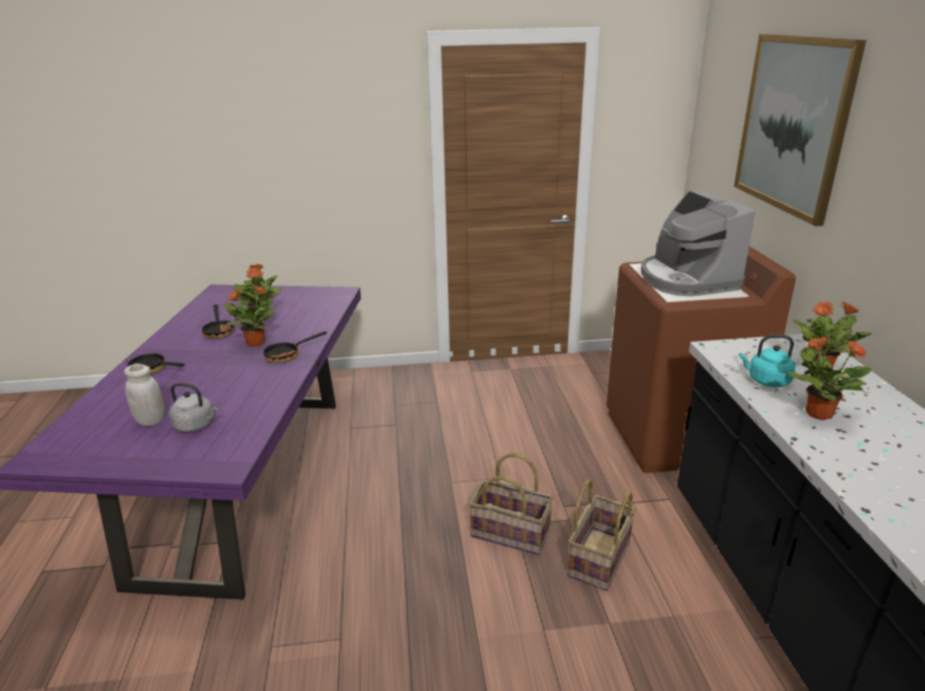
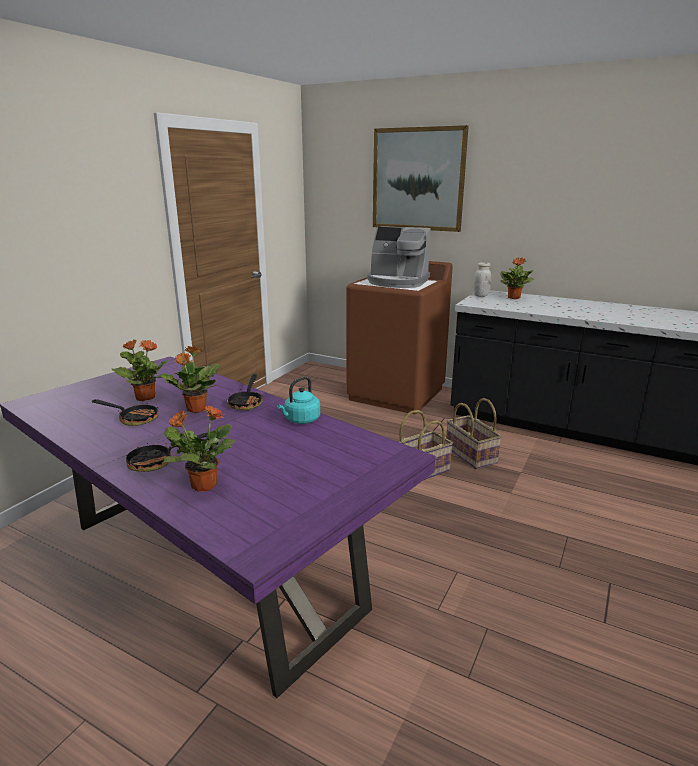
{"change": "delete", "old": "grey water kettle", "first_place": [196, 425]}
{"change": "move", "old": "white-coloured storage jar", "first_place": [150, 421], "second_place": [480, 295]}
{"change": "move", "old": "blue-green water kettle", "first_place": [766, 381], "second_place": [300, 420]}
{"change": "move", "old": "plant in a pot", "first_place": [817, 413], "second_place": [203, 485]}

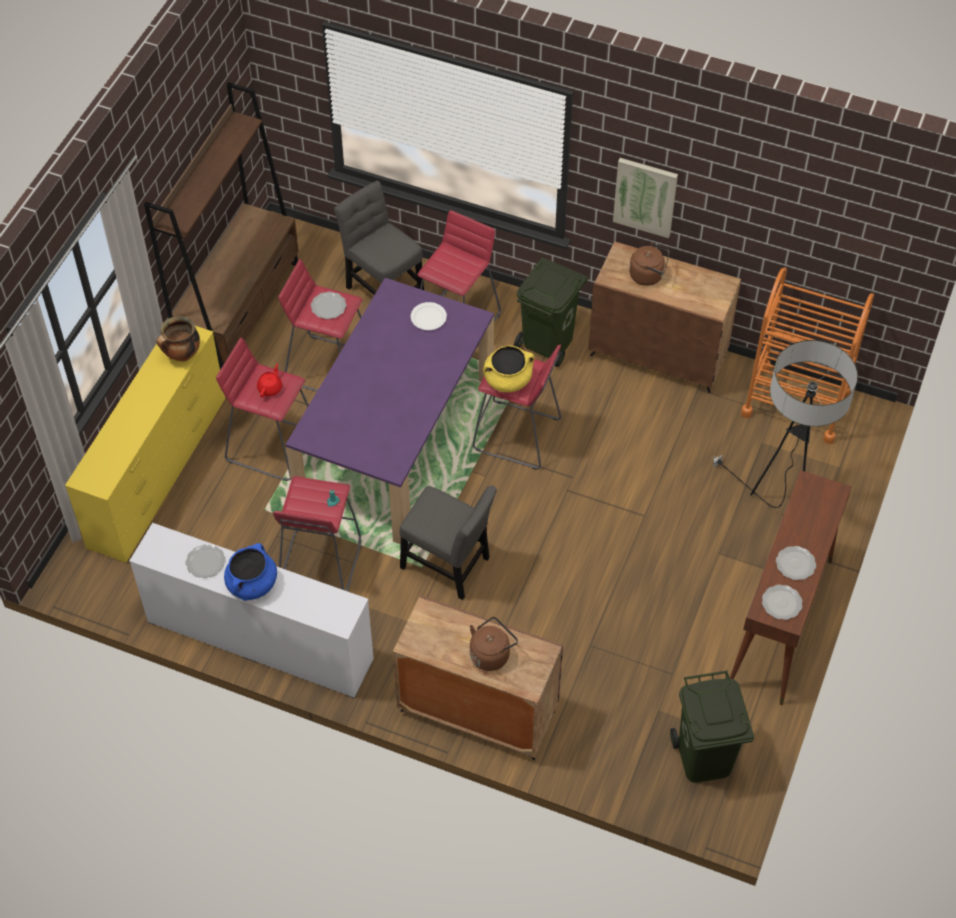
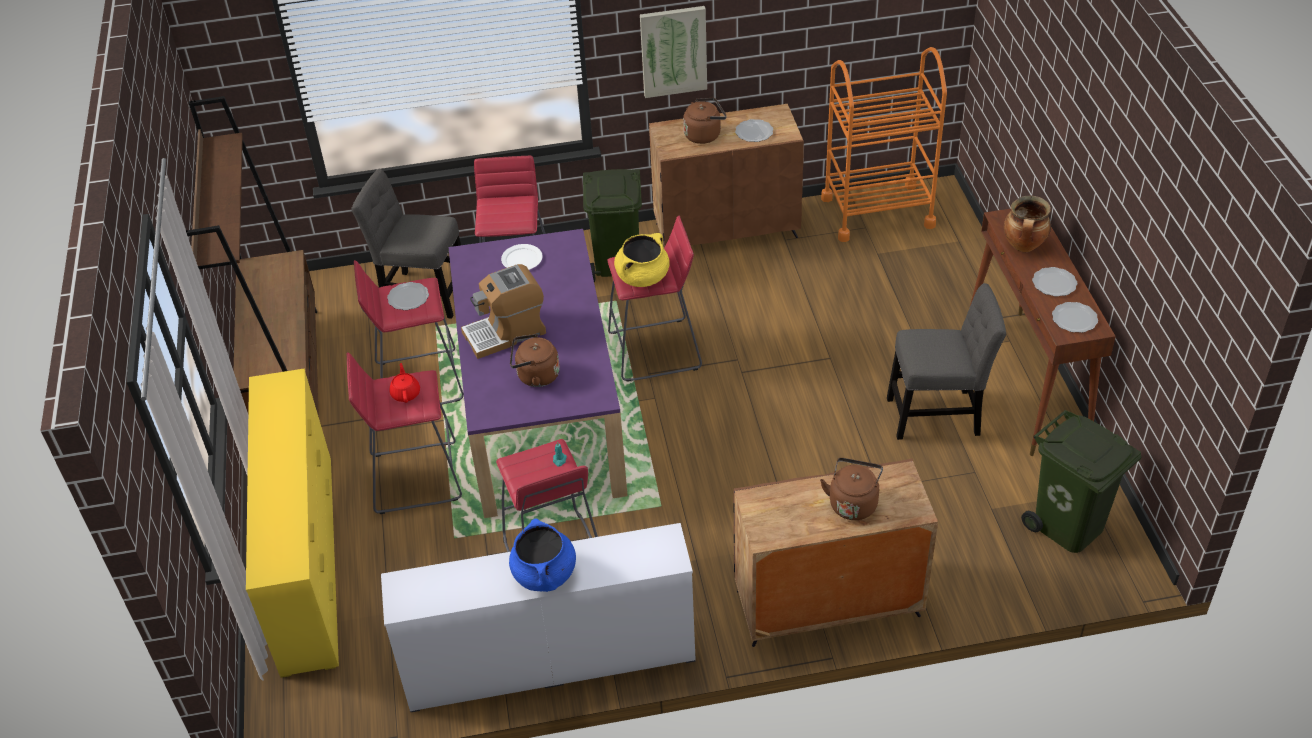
{"change": "delete", "old": "standard lamp", "first_place": [780, 500]}
{"change": "insert", "new": "coffee maker", "second_place": [506, 332]}
{"change": "insert", "new": "brownish water kettle", "second_place": [535, 376]}
{"change": "move", "old": "cooking pot", "first_place": [182, 355], "second_place": [1024, 246]}
{"change": "move", "old": "flat dish", "first_place": [205, 562], "second_place": [753, 132]}
{"change": "move", "old": "grey plain chair", "first_place": [448, 566], "second_place": [938, 415]}

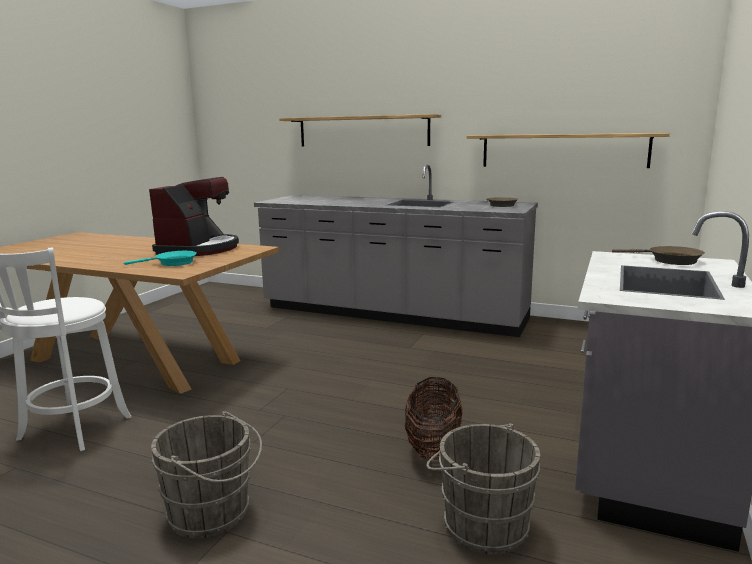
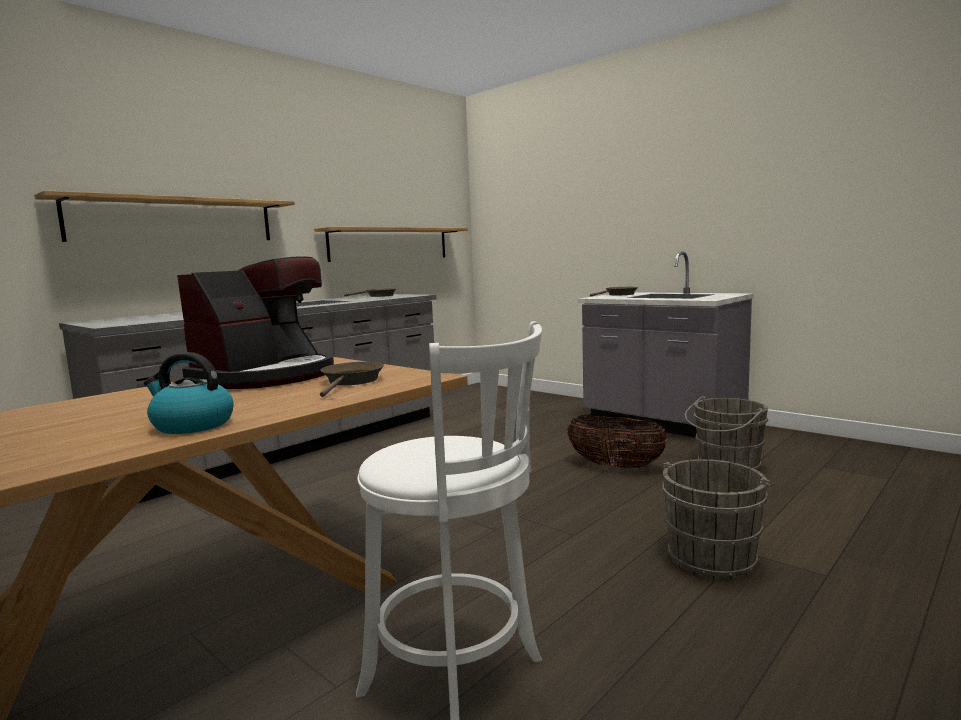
{"change": "insert", "new": "water kettle", "second_place": [191, 425]}
{"change": "recolor", "old": "blue-green pan", "new": "brownish pan", "first_place": [172, 263], "second_place": [352, 382]}
{"change": "rotate", "old": "coffee maker", "first_place": [199, 249], "second_place": [266, 377], "degrees": 90}

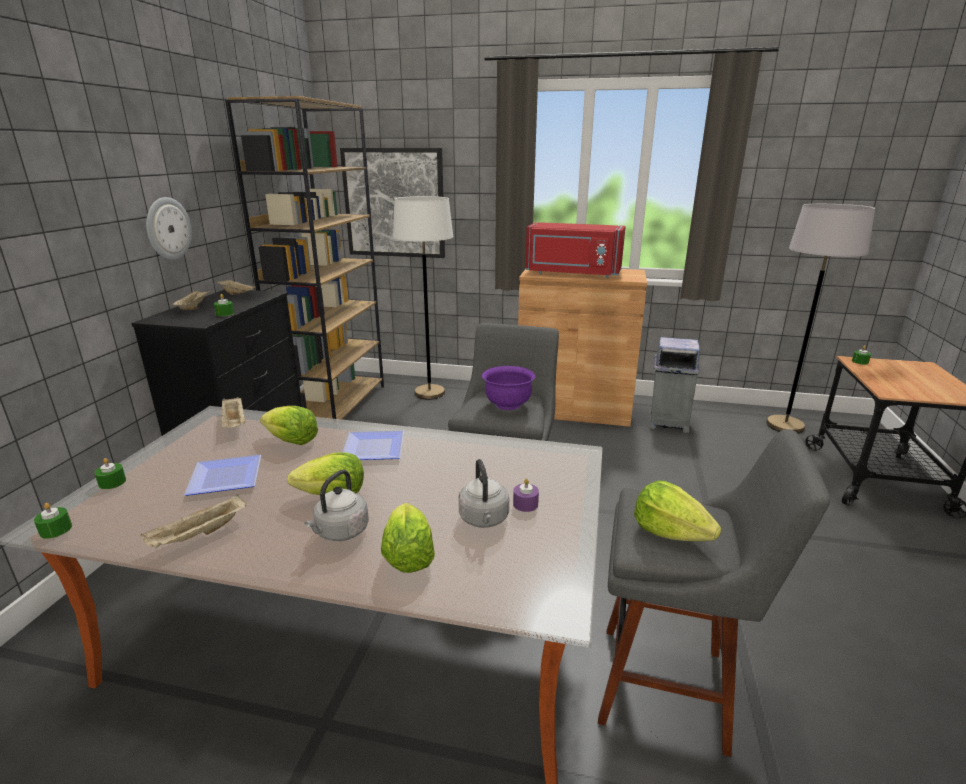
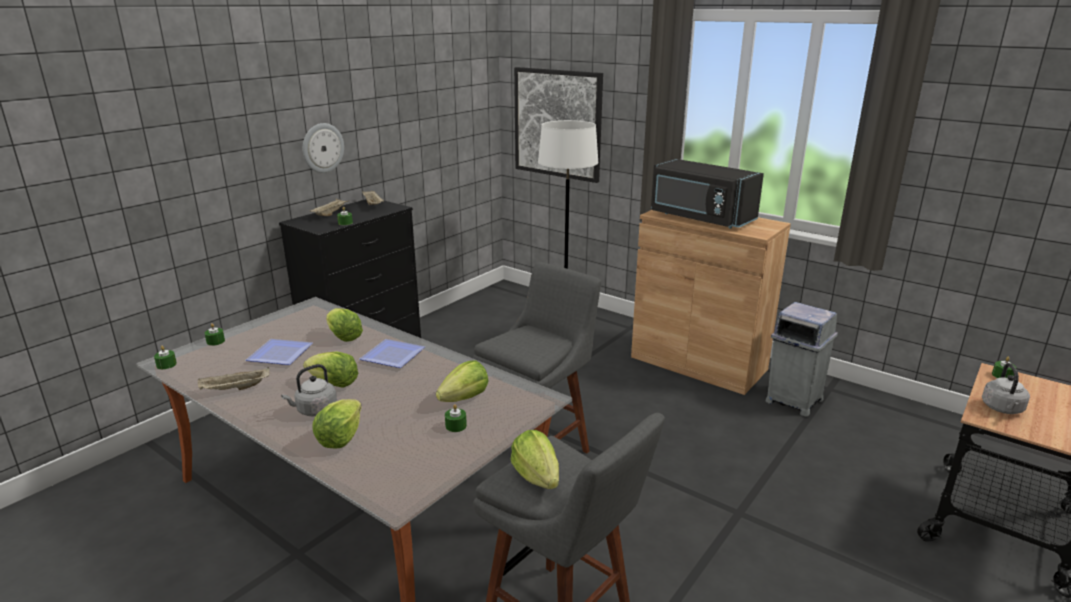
{"change": "delete", "old": "sand-coloured carrying tray", "first_place": [235, 423]}
{"change": "delete", "old": "brownish shelving unit", "first_place": [335, 405]}
{"change": "delete", "old": "purplish bowl", "first_place": [507, 405]}
{"change": "delete", "old": "grey standard lamp", "first_place": [785, 426]}
{"change": "insert", "new": "head of lettuce", "second_place": [464, 398]}
{"change": "move", "old": "grey water kettle", "first_place": [484, 520], "second_place": [1002, 409]}
{"change": "recolor", "old": "purplish candle", "new": "greenish candle", "first_place": [525, 504], "second_place": [456, 426]}
{"change": "recolor", "old": "red microwave oven", "new": "black microwave oven", "first_place": [572, 273], "second_place": [699, 218]}

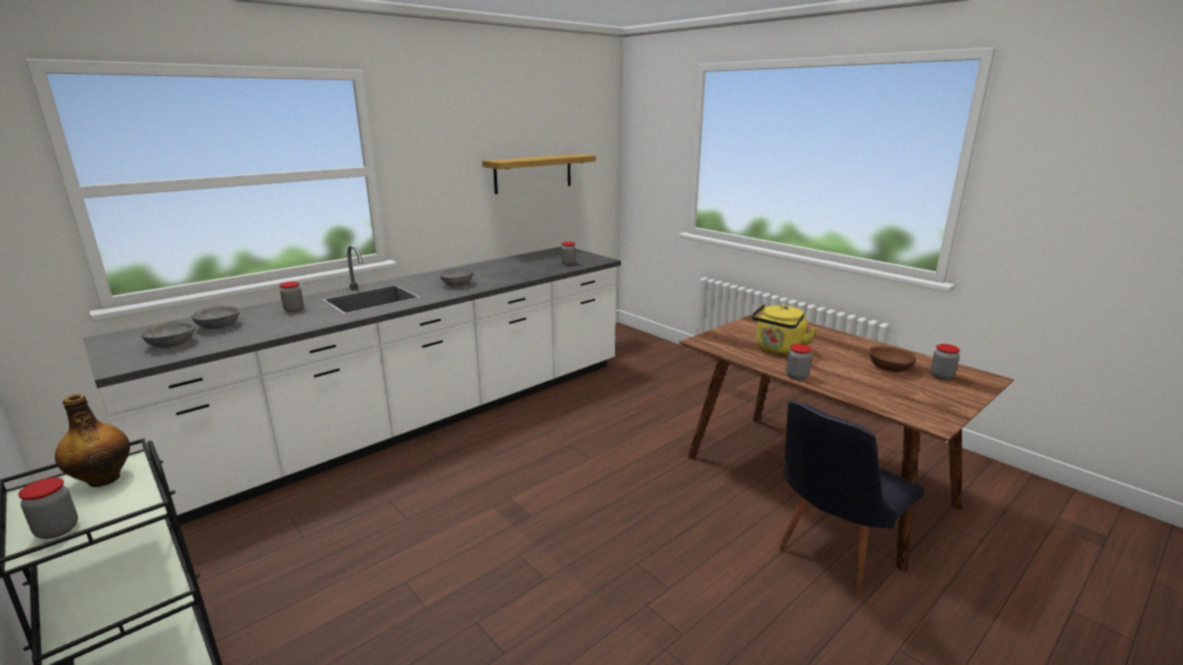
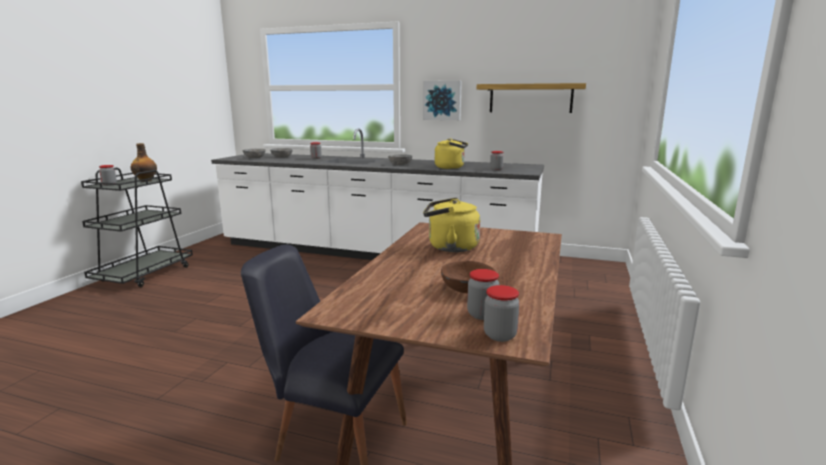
{"change": "insert", "new": "wall art", "second_place": [442, 100]}
{"change": "insert", "new": "yellow-coloured water kettle", "second_place": [451, 167]}
{"change": "move", "old": "storage jar", "first_place": [797, 376], "second_place": [500, 335]}

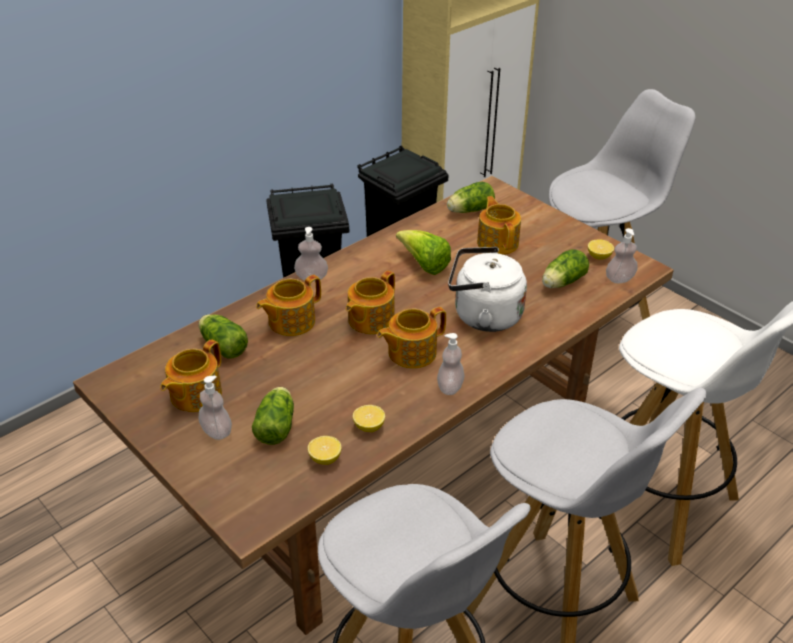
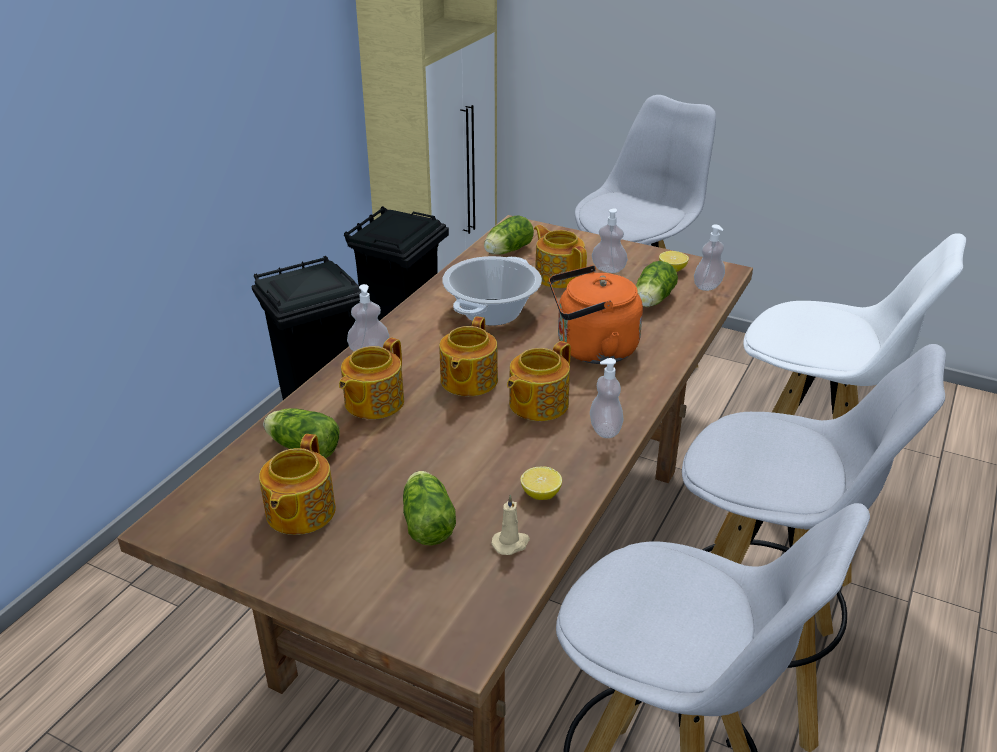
{"change": "move", "old": "soap dispenser", "first_place": [216, 431], "second_place": [608, 269]}
{"change": "replace", "old": "citrus fruit", "new": "sand-coloured candle", "first_place": [325, 458], "second_place": [511, 543]}
{"change": "replace", "old": "head of lettuce", "new": "cooking pot", "first_place": [424, 265], "second_place": [492, 312]}
{"change": "recolor", "old": "white-coloured water kettle", "new": "orange water kettle", "first_place": [483, 316], "second_place": [591, 350]}

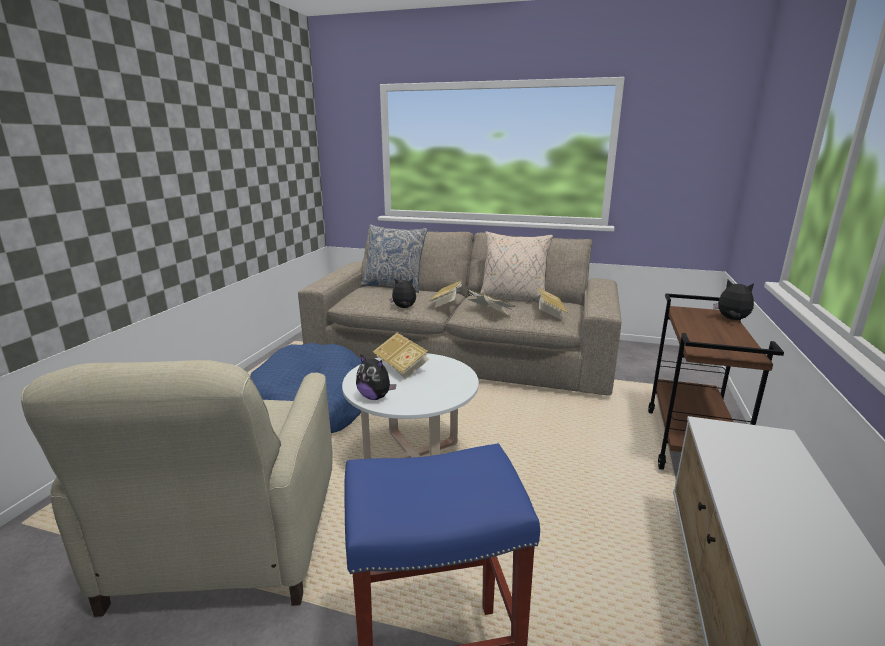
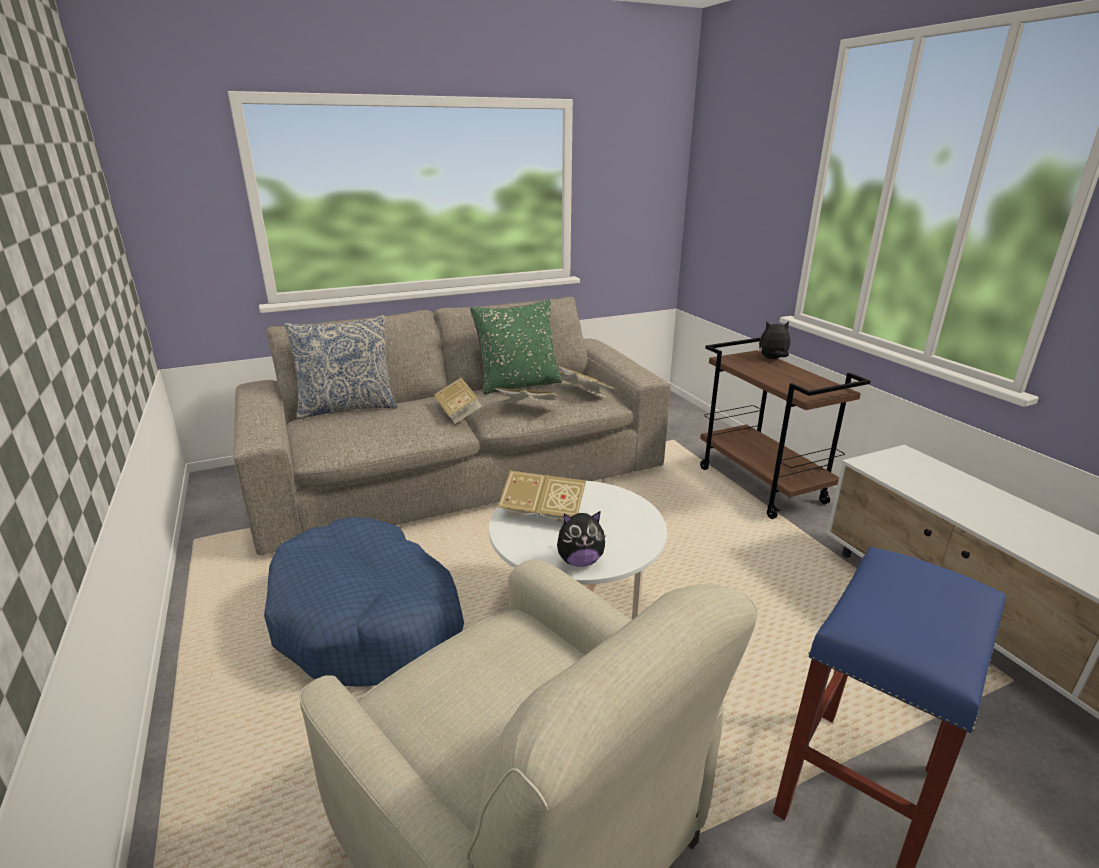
{"change": "delete", "old": "plush toy", "first_place": [404, 308]}
{"change": "recolor", "old": "sand-coloured cushion", "new": "greenish cushion", "first_place": [513, 298], "second_place": [519, 385]}

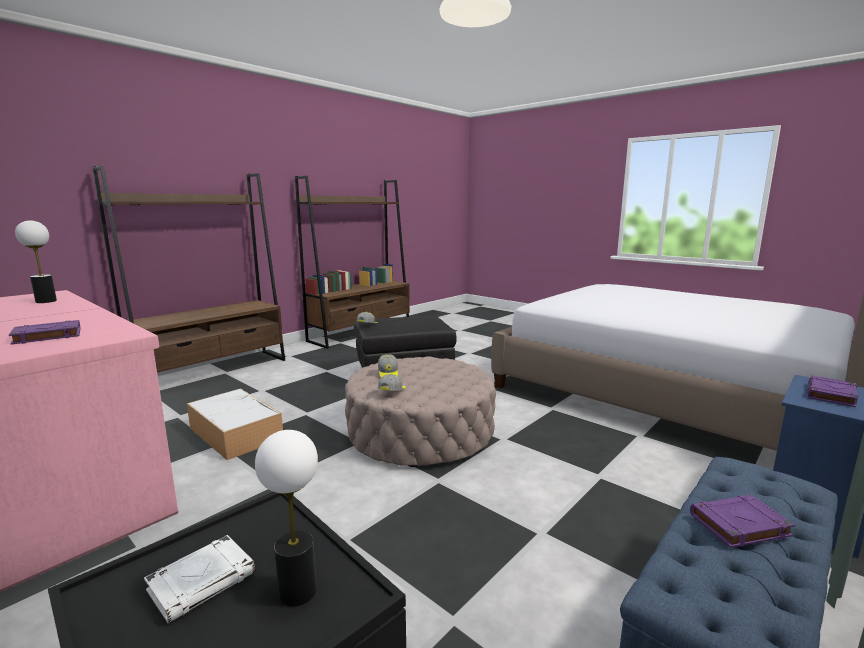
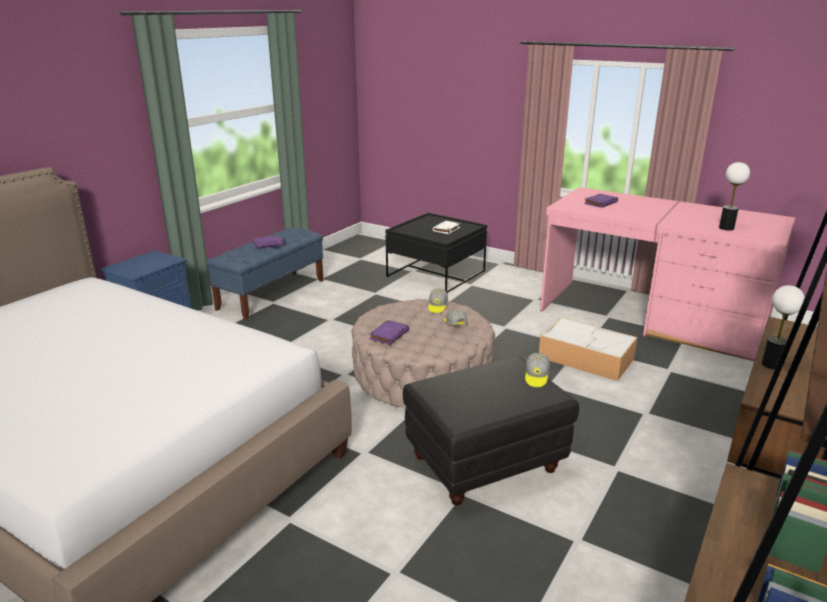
{"change": "move", "old": "tabletop lamp", "first_place": [297, 591], "second_place": [771, 364]}
{"change": "move", "old": "purplish volume", "first_place": [831, 395], "second_place": [389, 335]}

